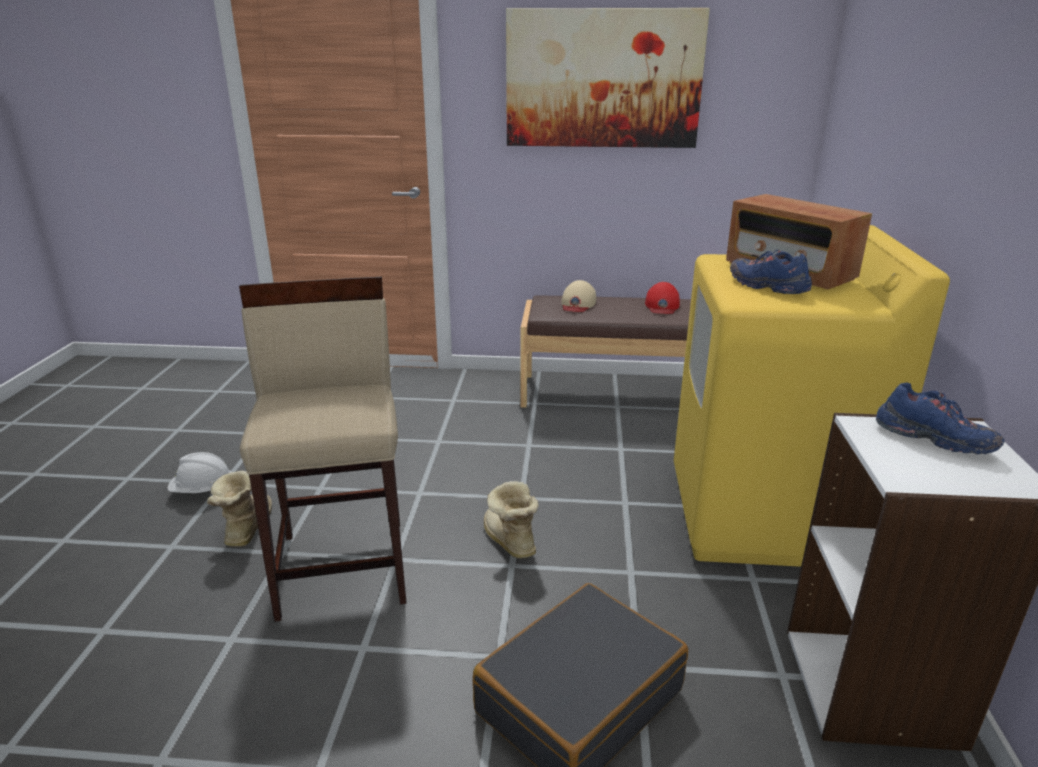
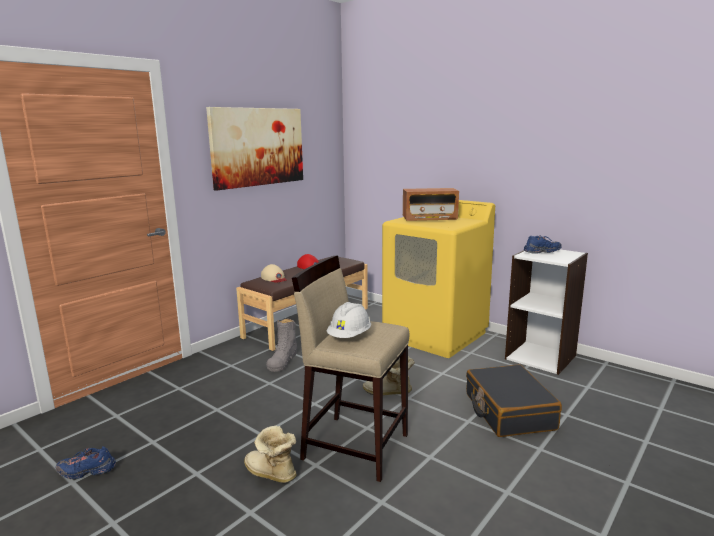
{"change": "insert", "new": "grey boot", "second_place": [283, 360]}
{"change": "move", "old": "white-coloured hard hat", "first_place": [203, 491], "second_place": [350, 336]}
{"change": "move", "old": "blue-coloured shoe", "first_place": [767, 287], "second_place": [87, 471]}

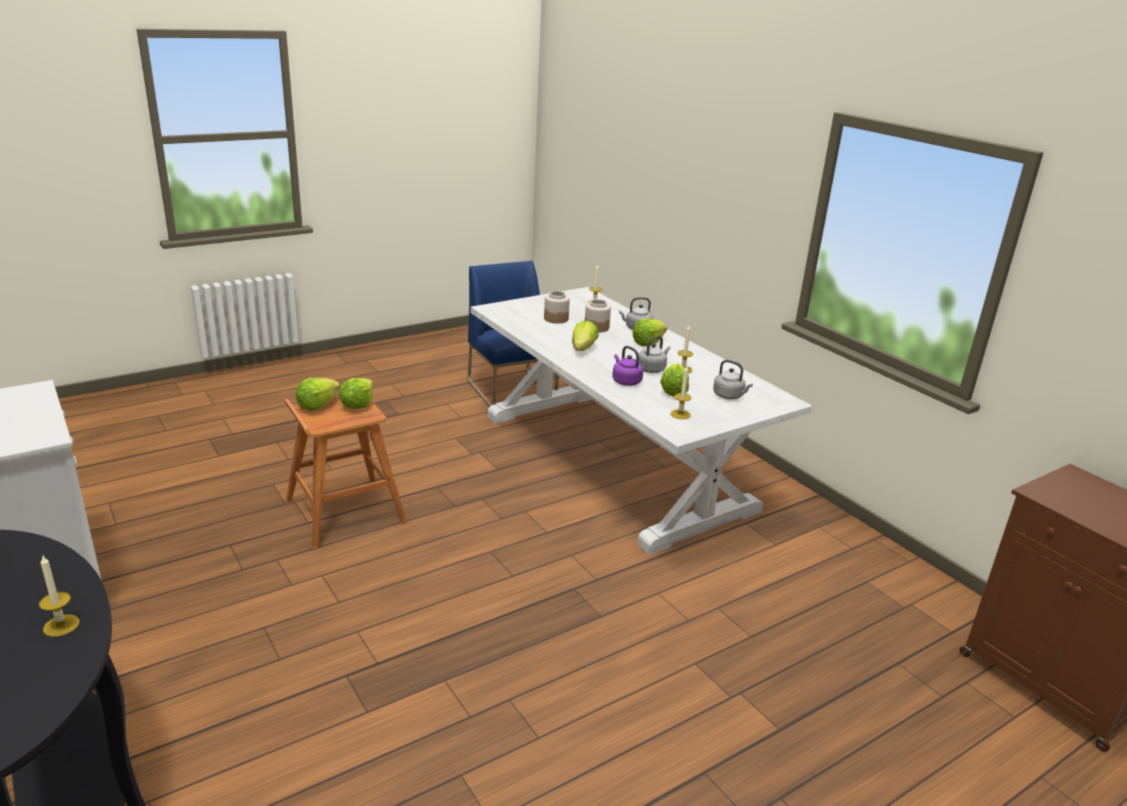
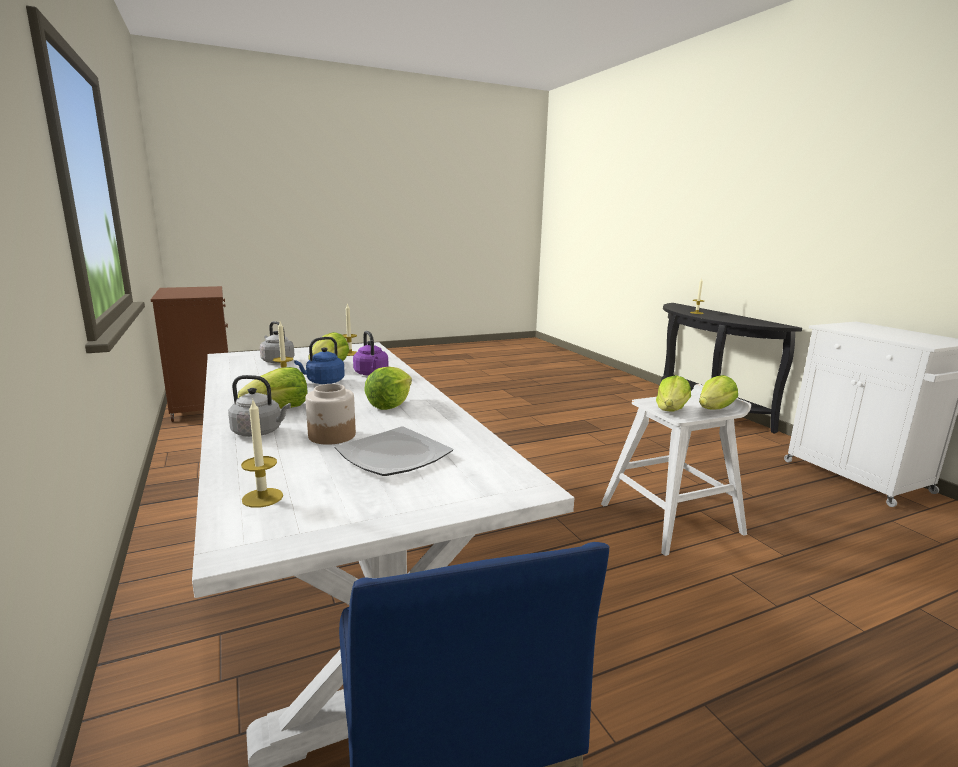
{"change": "replace", "old": "storage jar", "new": "flat dish", "first_place": [556, 319], "second_place": [393, 456]}
{"change": "recolor", "old": "brownish stool seat", "new": "white-coloured stool seat", "first_place": [343, 511], "second_place": [672, 518]}
{"change": "recolor", "old": "grey water kettle", "new": "blue-coloured water kettle", "first_place": [652, 369], "second_place": [323, 382]}

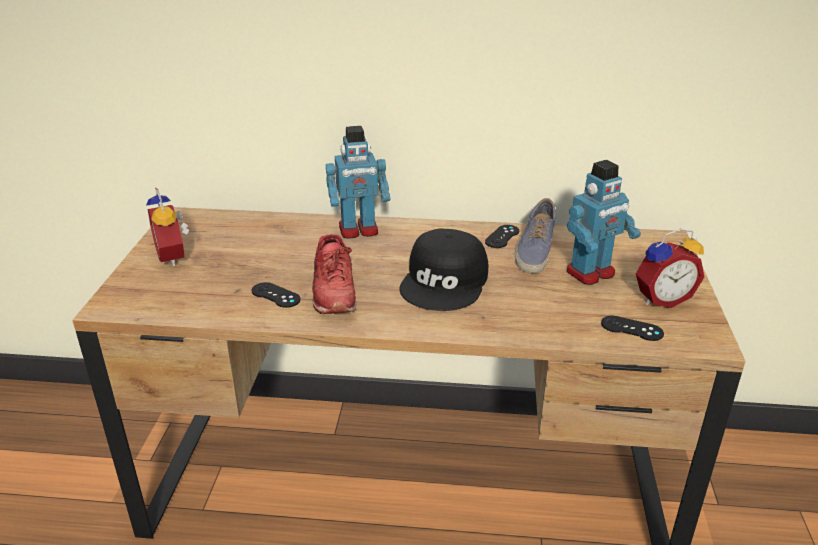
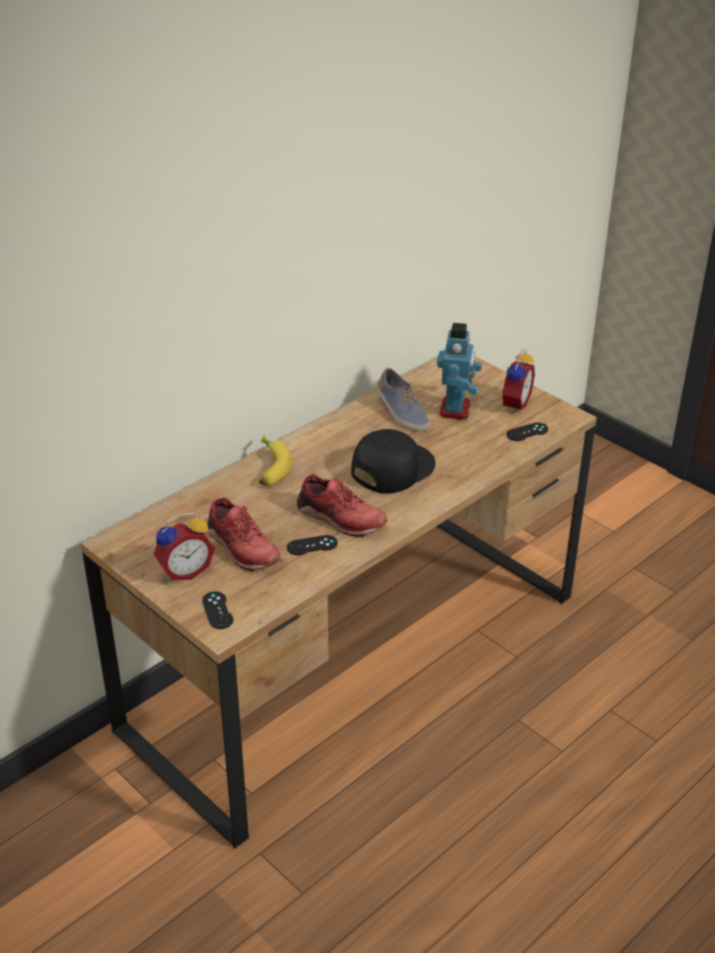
{"change": "insert", "new": "red shoe", "second_place": [241, 547]}
{"change": "move", "old": "black game controller", "first_place": [502, 236], "second_place": [217, 610]}
{"change": "replace", "old": "robot figure", "new": "banana fruit", "first_place": [358, 230], "second_place": [269, 468]}
{"change": "rotate", "old": "bedside clock", "first_place": [175, 256], "second_place": [184, 570], "degrees": -45}
{"change": "rotate", "old": "black baseball cap", "first_place": [446, 282], "second_place": [391, 468], "degrees": -105}

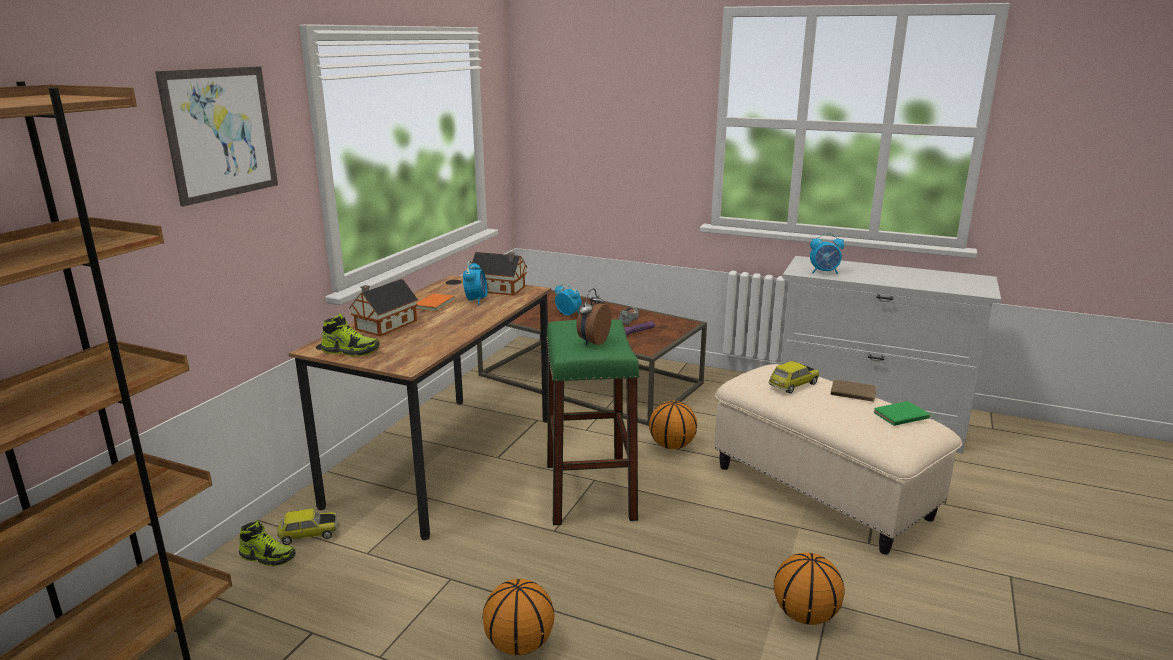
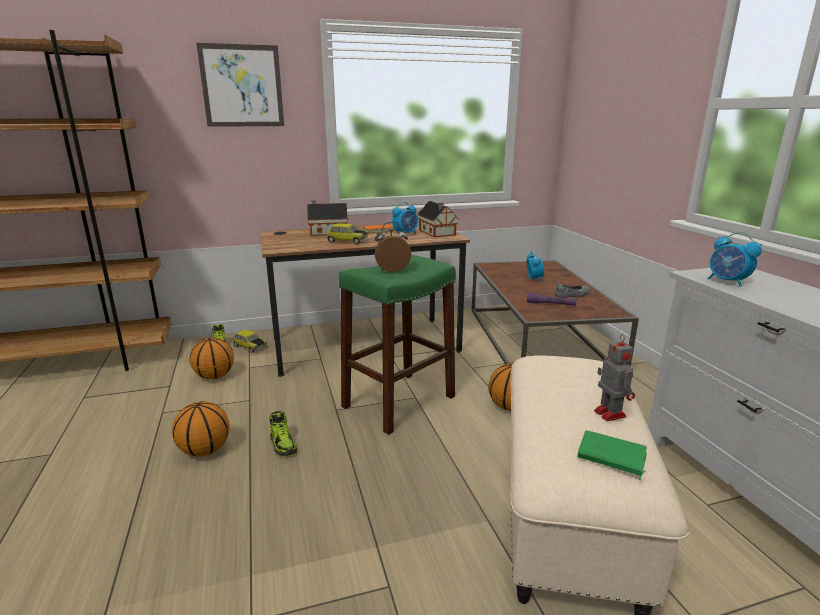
{"change": "move", "old": "shoe", "first_place": [351, 351], "second_place": [283, 444]}
{"change": "move", "old": "toy car", "first_place": [793, 385], "second_place": [347, 241]}
{"change": "move", "old": "basketball ball", "first_place": [805, 616], "second_place": [214, 376]}
{"change": "replace", "old": "brownish volume", "new": "robot figure", "first_place": [852, 394], "second_place": [609, 413]}

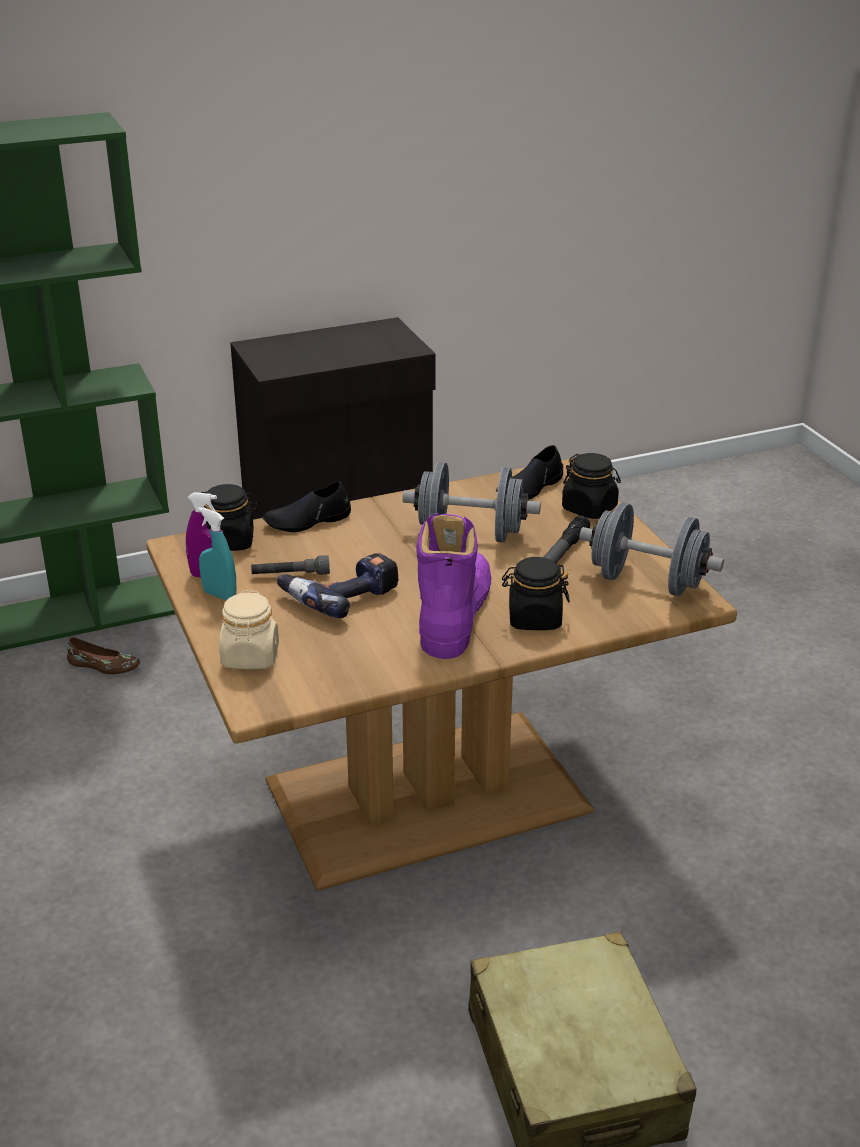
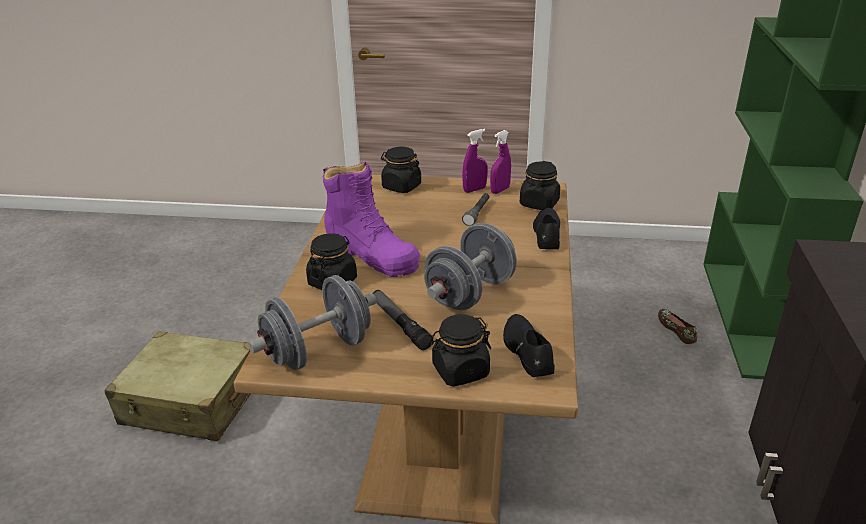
{"change": "delete", "old": "drill", "first_place": [340, 595]}
{"change": "recolor", "old": "blue-green hand sprayer", "new": "purplish hand sprayer", "first_place": [219, 595], "second_place": [474, 190]}
{"change": "recolor", "old": "sand-coloured storage jar", "new": "black storage jar", "first_place": [250, 657], "second_place": [401, 186]}
{"change": "rotate", "old": "brownish shoe", "first_place": [103, 666], "second_place": [677, 329], "degrees": 120}

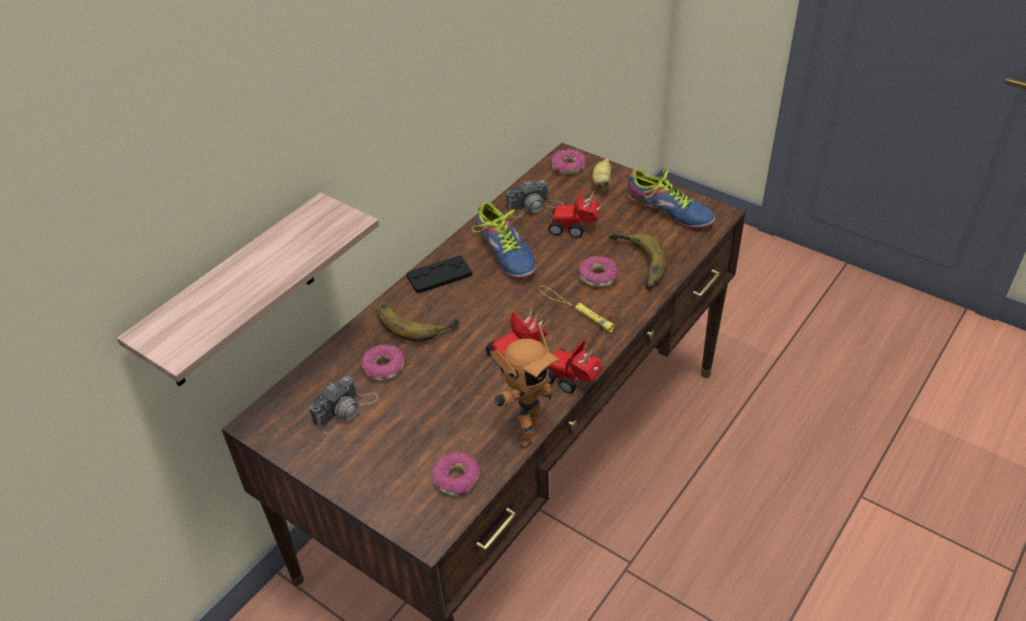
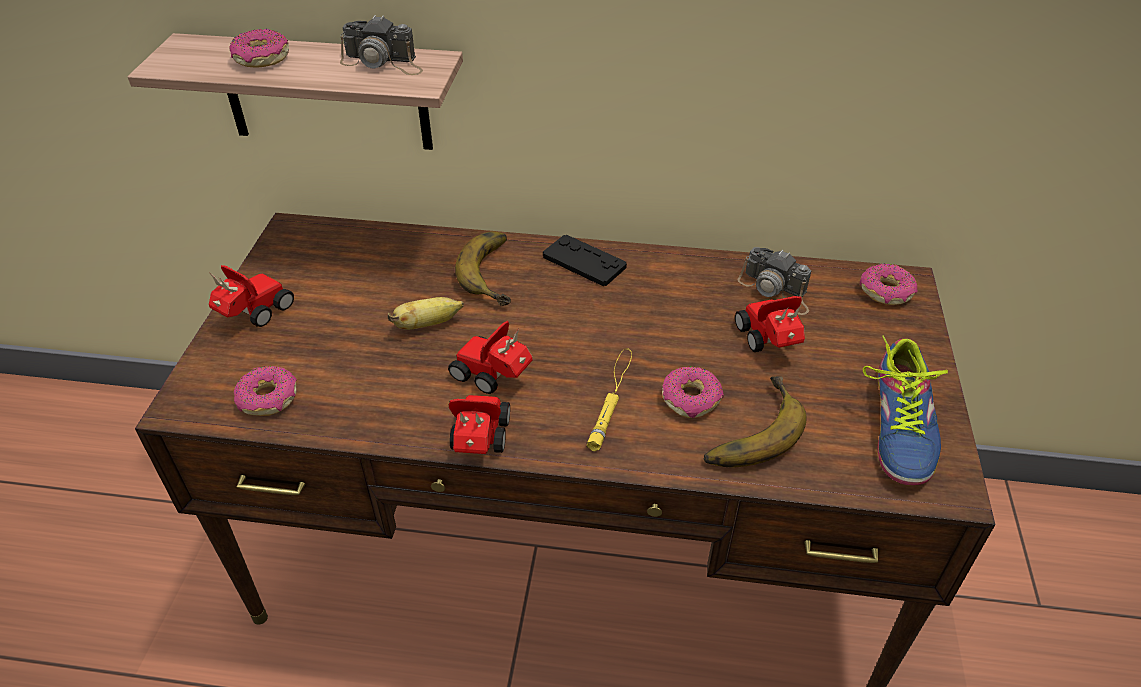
{"change": "delete", "old": "shoe", "first_place": [506, 252]}
{"change": "delete", "old": "robot figure", "first_place": [524, 433]}
{"change": "insert", "new": "toy car", "second_place": [253, 314]}
{"change": "move", "old": "photo camera", "first_place": [346, 410], "second_place": [383, 62]}
{"change": "move", "old": "donut", "first_place": [383, 368], "second_place": [261, 58]}
{"change": "move", "old": "banana fruit", "first_place": [602, 183], "second_place": [427, 324]}

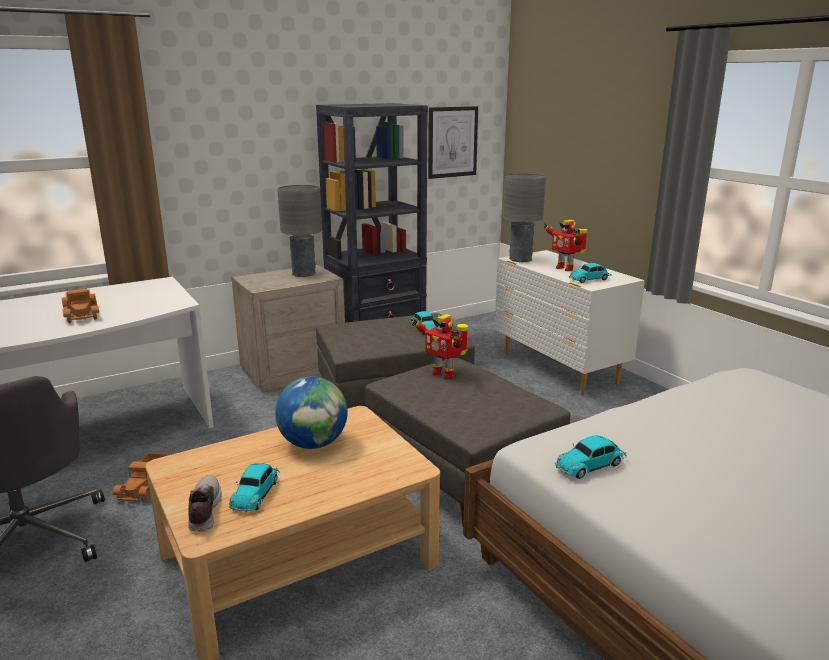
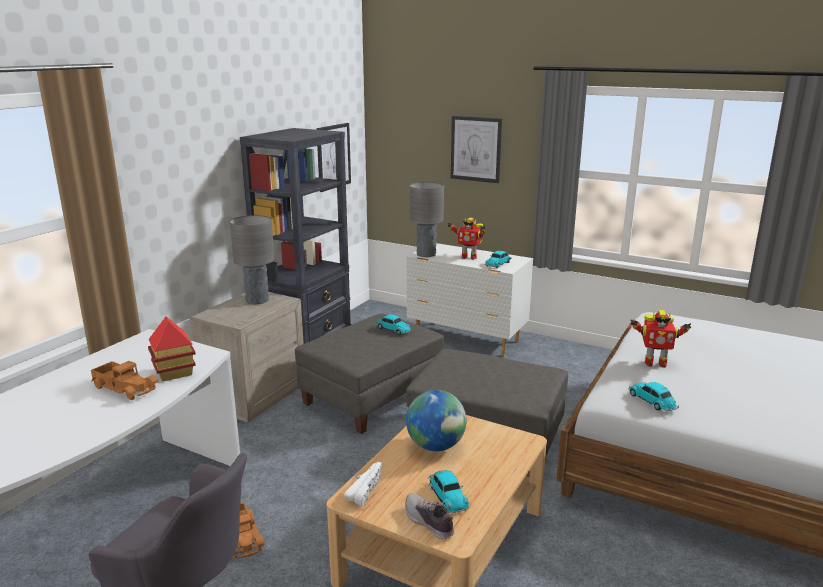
{"change": "insert", "new": "miniature house", "second_place": [174, 373]}
{"change": "insert", "new": "white-coloured shoe", "second_place": [363, 490]}
{"change": "insert", "new": "wall art", "second_place": [476, 149]}
{"change": "move", "old": "robot figure", "first_place": [443, 374], "second_place": [654, 363]}
{"change": "rotate", "old": "toy car", "first_place": [591, 465], "second_place": [653, 401], "degrees": 120}

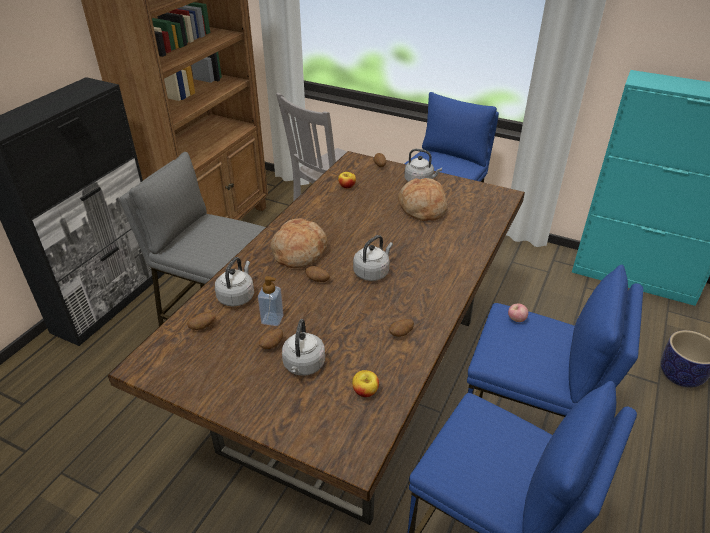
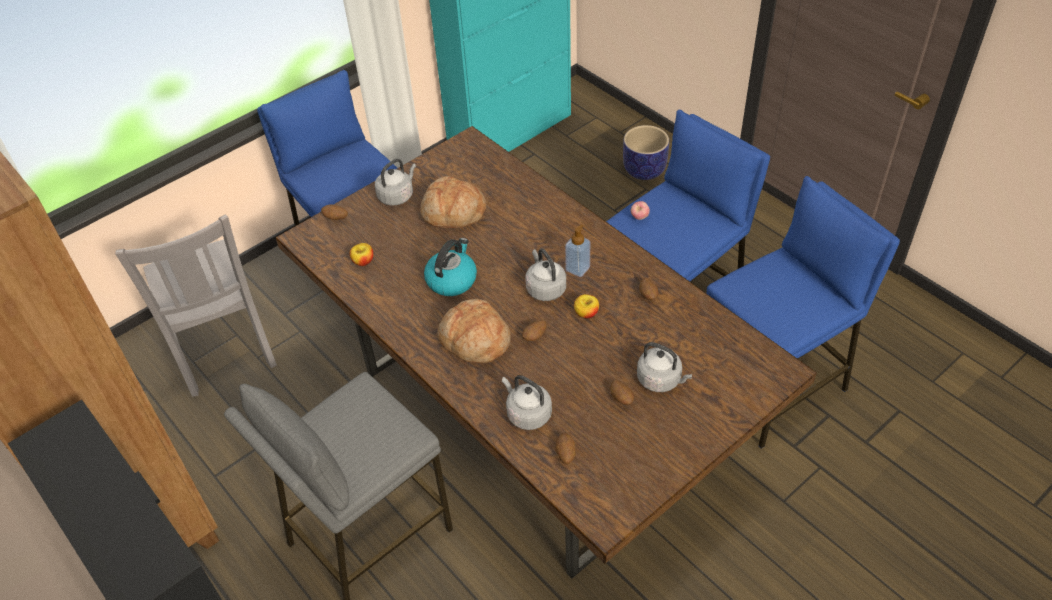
{"change": "insert", "new": "water kettle", "second_place": [452, 280]}
{"change": "move", "old": "soap dispenser", "first_place": [272, 319], "second_place": [577, 269]}
{"change": "move", "old": "apple", "first_place": [365, 391], "second_place": [586, 313]}

